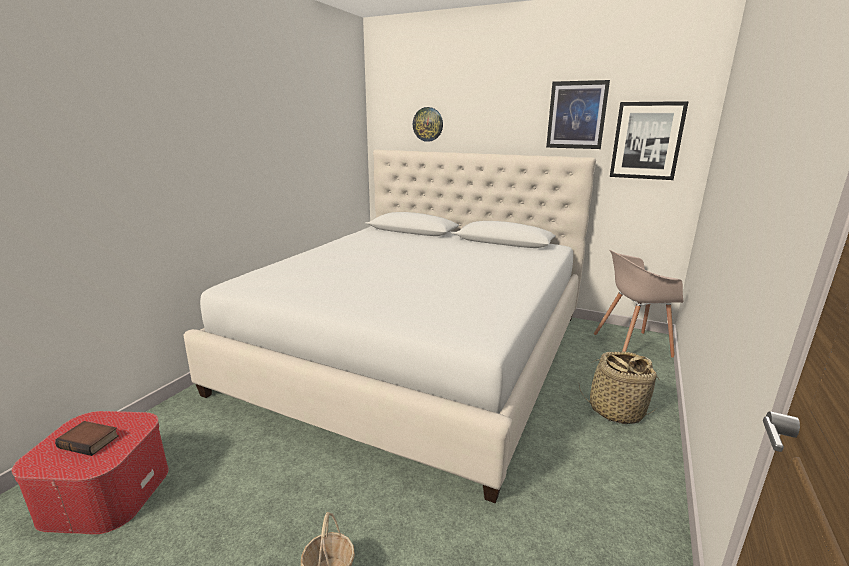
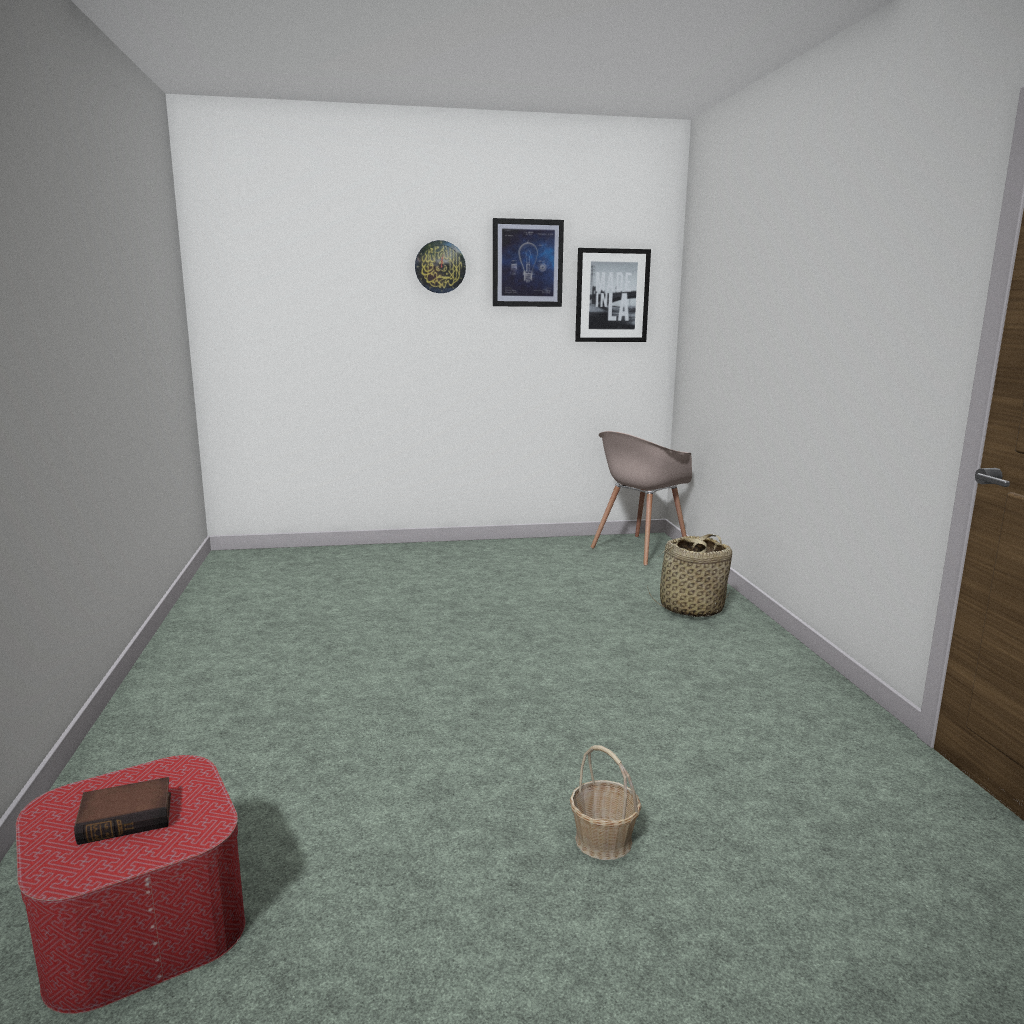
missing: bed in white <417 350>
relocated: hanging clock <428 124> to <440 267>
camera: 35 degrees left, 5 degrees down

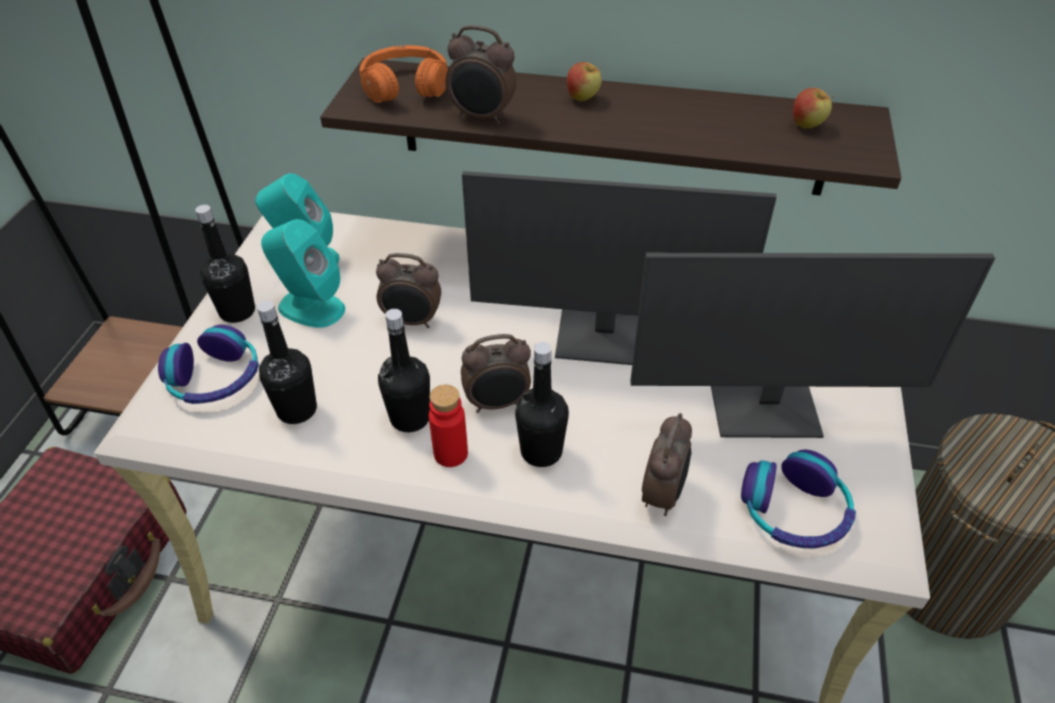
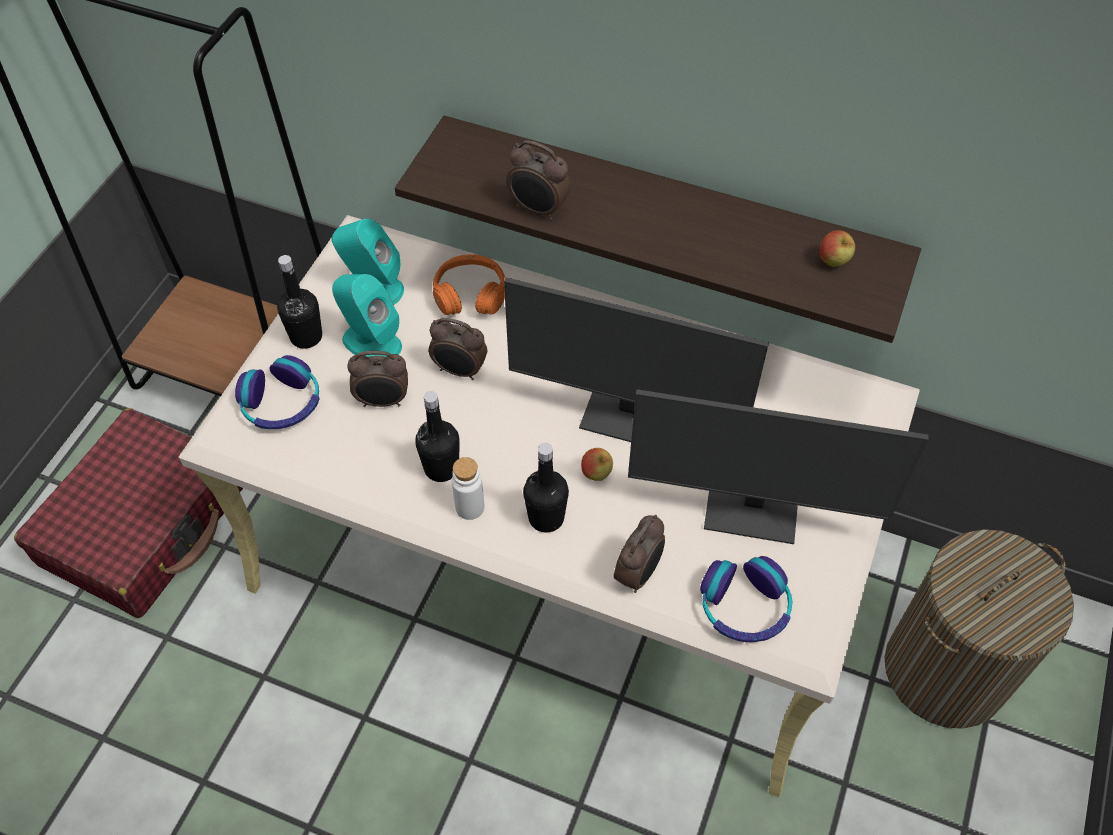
missing: drink bottle in black <297 410>
relocated: pair of headphones in orange <405 86> to <470 294>; table clock <497 404> to <383 401>; apple fruit <583 99> to <596 474>
colour: drink bottle in red <451 453> to drink bottle in white <470 507>
camera: 10 degrees right, 10 degrees up

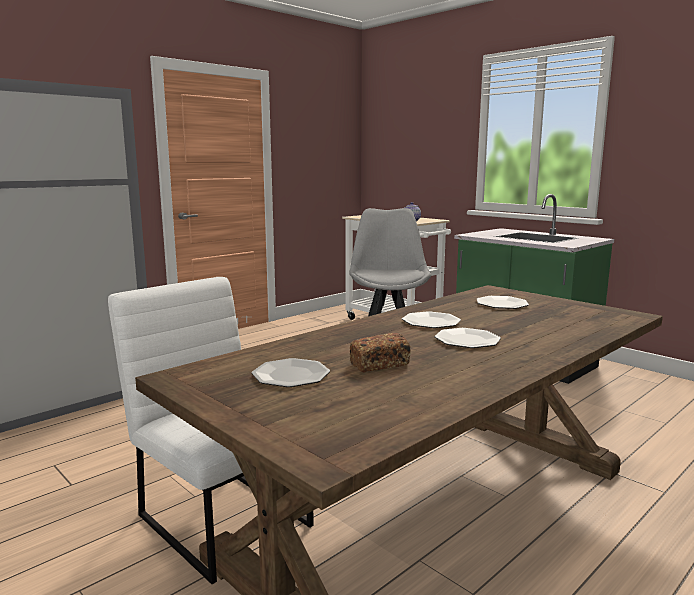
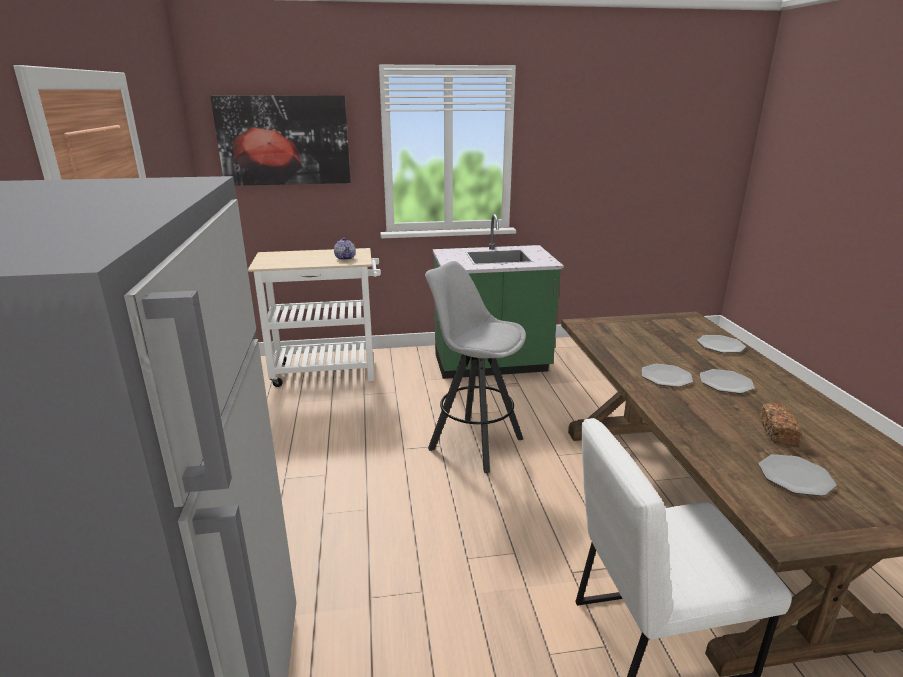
appeared: wall picture <284 140>
relocated: dinner plate <502 304> to <720 345>
camera: 55 degrees left, 10 degrees up

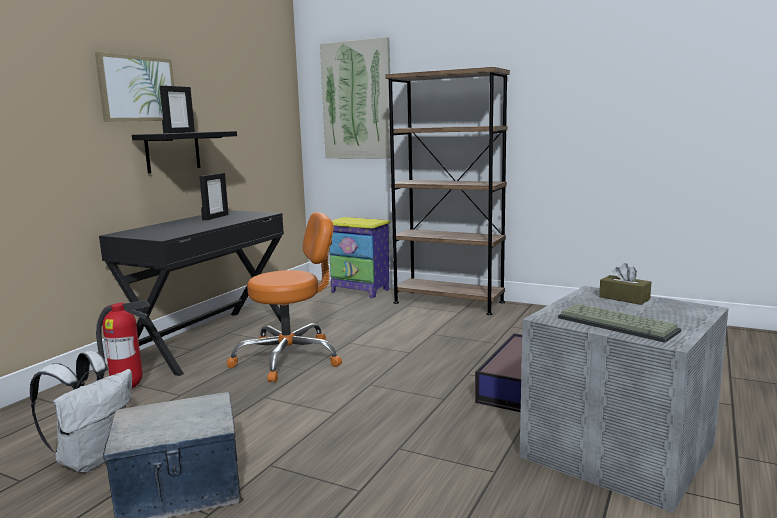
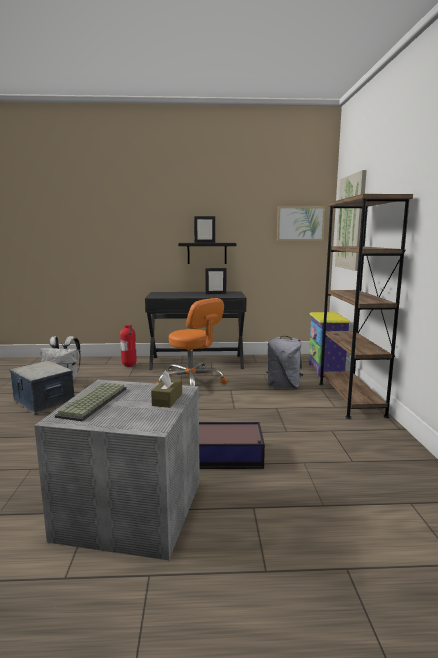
appeared: knapsack in grey <284 386>
relocated: wall picture <137 89> to <300 223>
camera: 60 degrees right, 0 degrees up

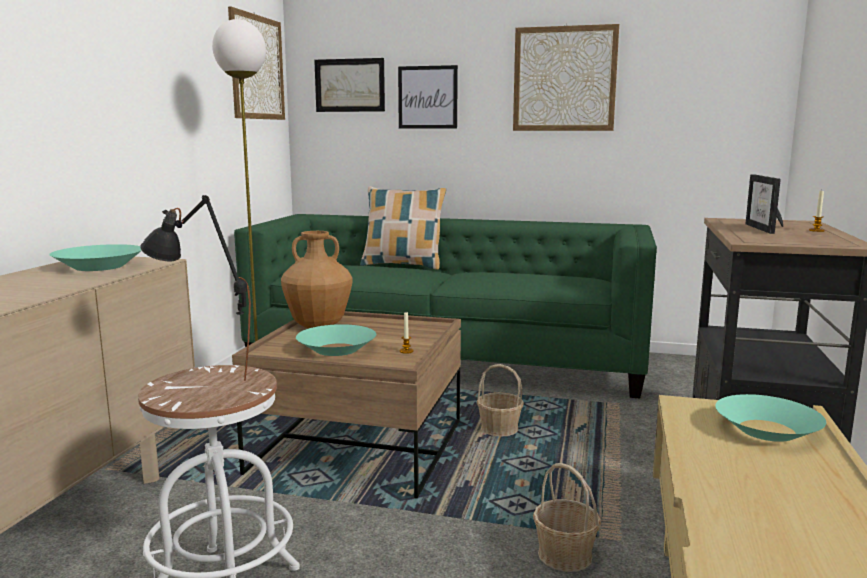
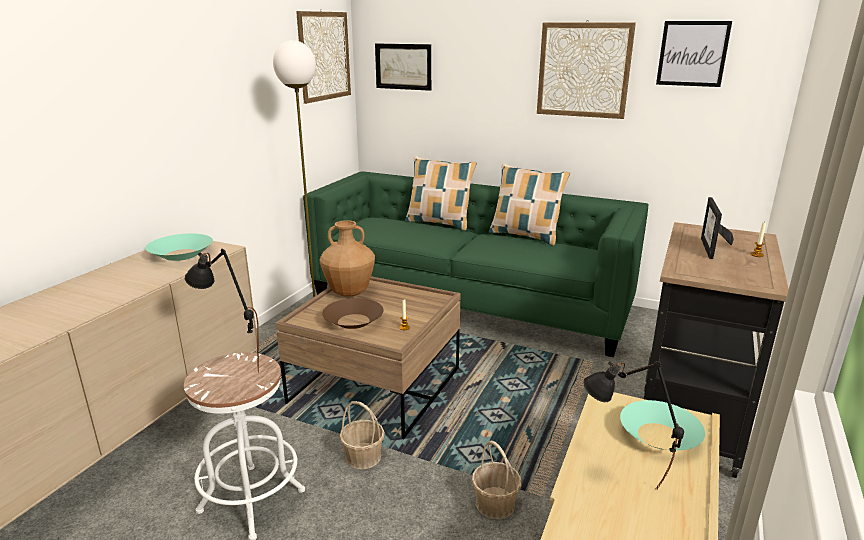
appeared: pillow <525 236>; lamp for a table in black <620 485>
relocated: wall picture <427 97> to <692 53>; storage basket <499 429> to <363 456>
colour: deep dish in blue-green <336 349> to deep dish in brown-coloured <353 321>
camera: 10 degrees right, 10 degrees up

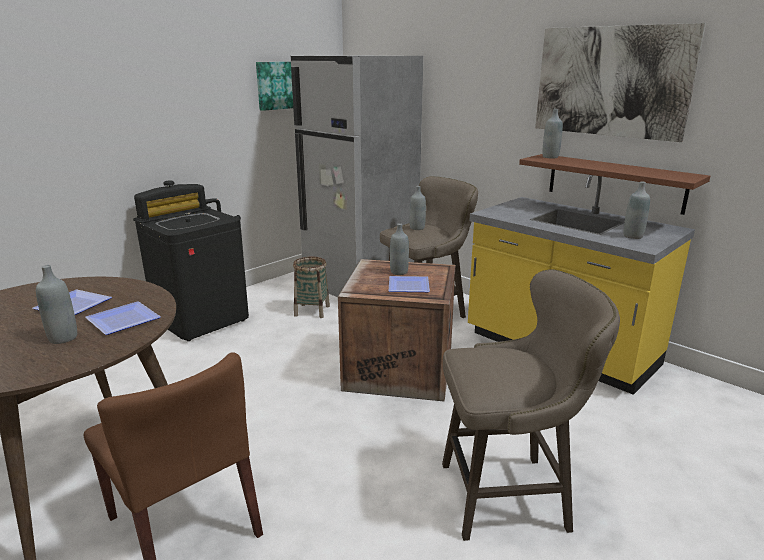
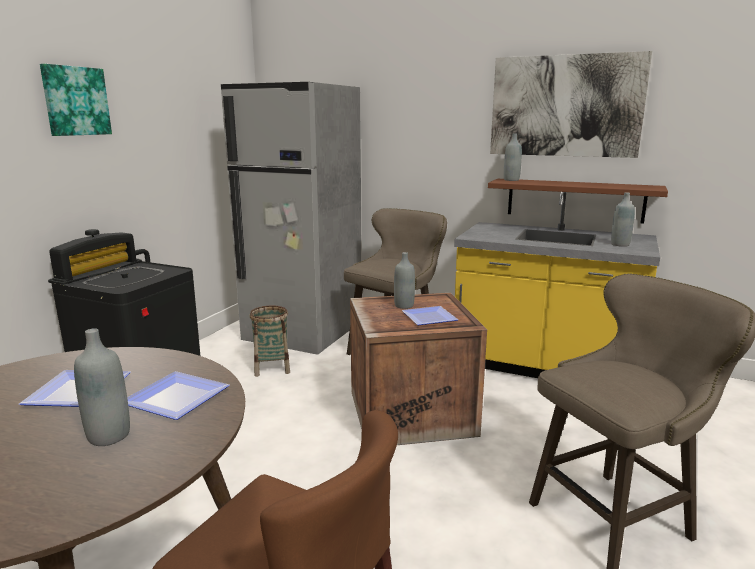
missing: drink bottle in grey <417 228>
relocated: wall picture <276 85> to <75 101>
camera: 20 degrees left, 5 degrees down

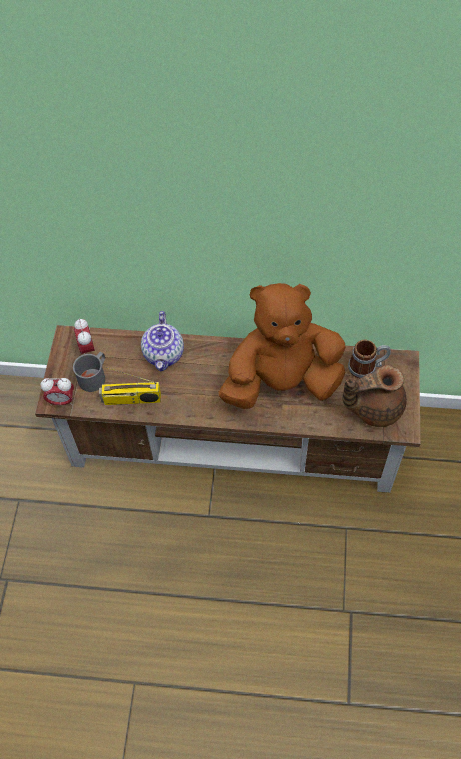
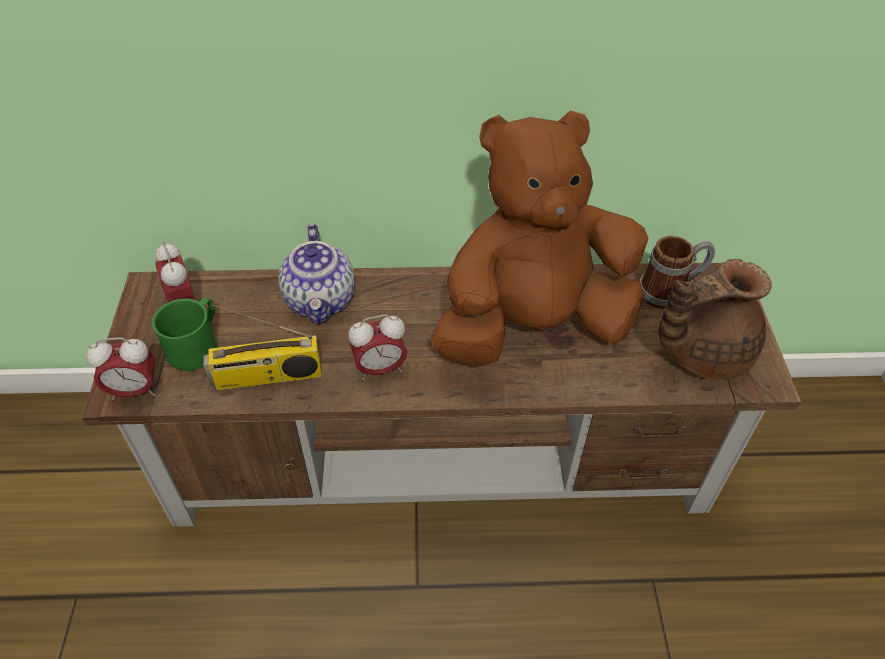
appeared: table clock <380 369>
colour: tea mug in grey <94 376> to tea mug in greenish <197 345>
camera: 10 degrees left, 10 degrees down

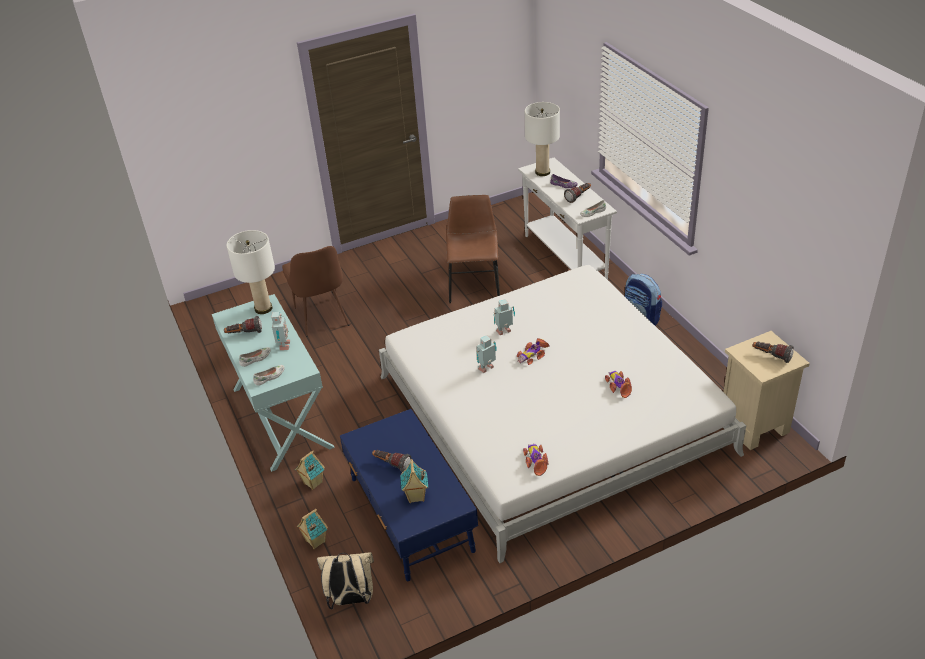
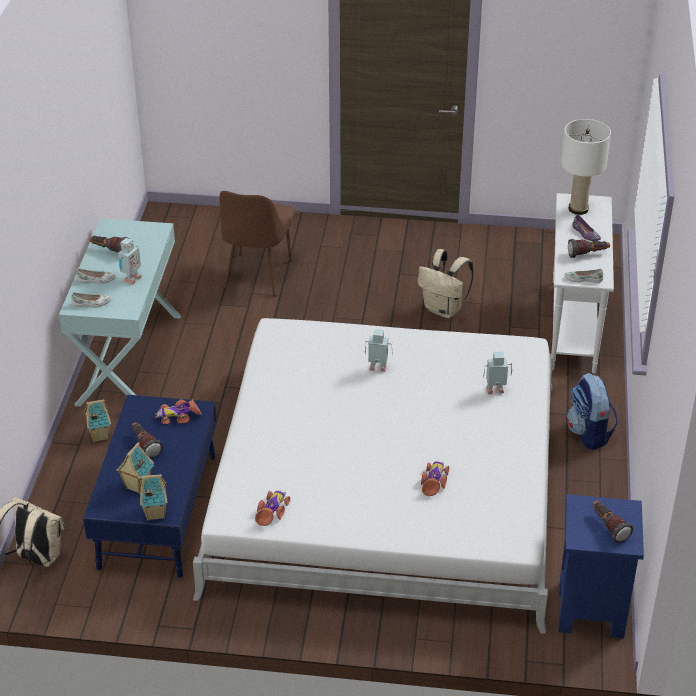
missing: lamp for a table in white <263 308>
relocated: toy house <315 541> to <154 513>; robot figure <487 368> to <496 391>; model car <532 355> to <178 416>
exchanged: upright chair in brown-coloured <474 283> to knapsack in beige-coloured <444 309>
colour: nightstand in beige-coloured <752 425> to nightstand in bluish <590 609>
camera: 30 degrees right, 0 degrees up

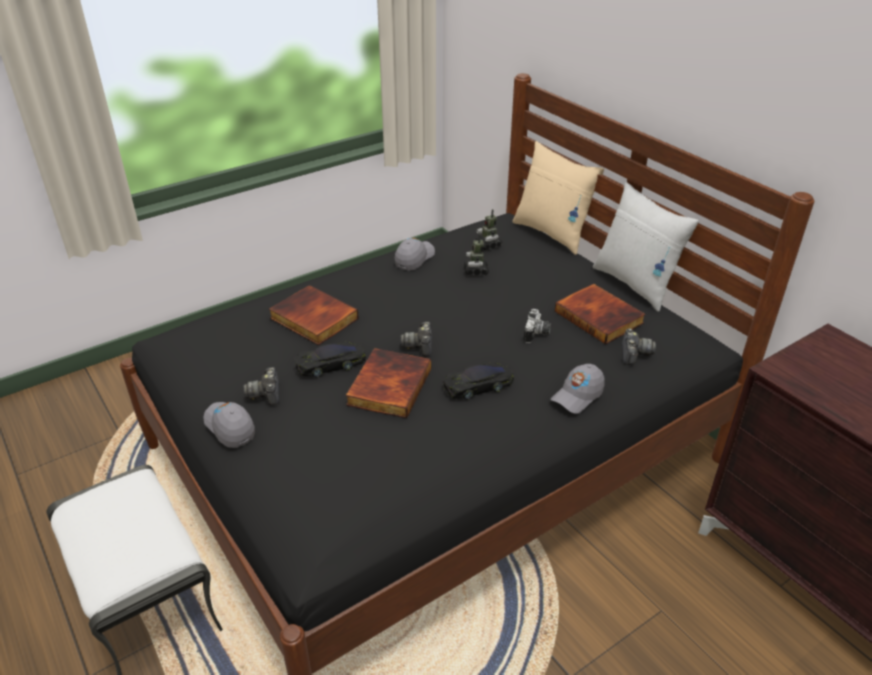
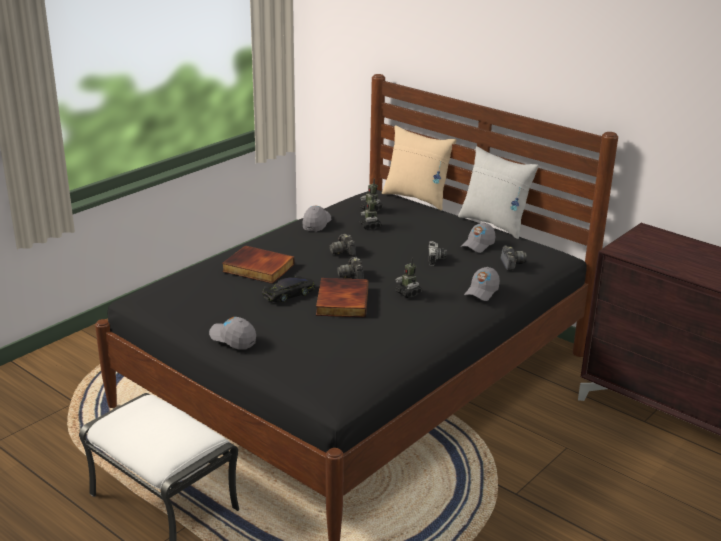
relocated: still camera <266 394> to <343 252>
exchanged: model car in black <478 385> to robot figure <408 293>; book <600 317> to baseball cap in grey <478 245>
camera: 15 degrees left, 10 degrees down

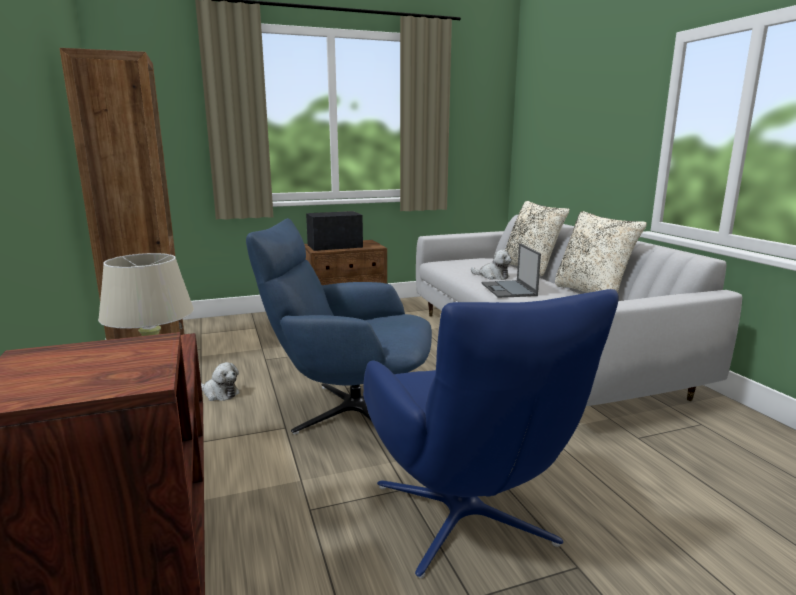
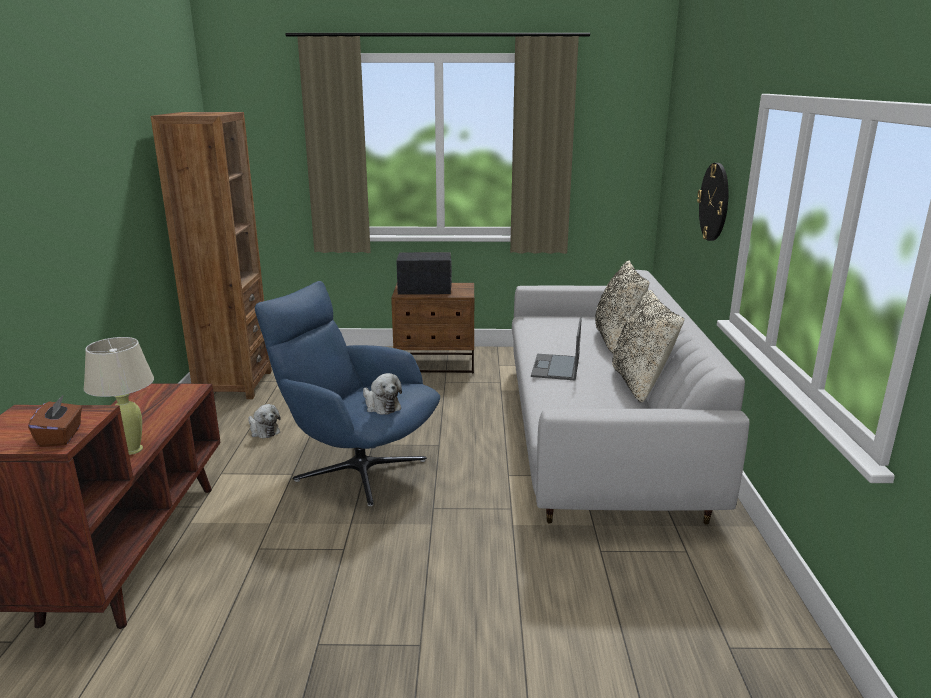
missing: armchair in bluish <464 517>
appeared: box of tissues in brown-coloured <61 436>; hanging clock <714 202>
relocated: cuddly toy <493 276> to <381 406>
camera: 20 degrees right, 5 degrees up

